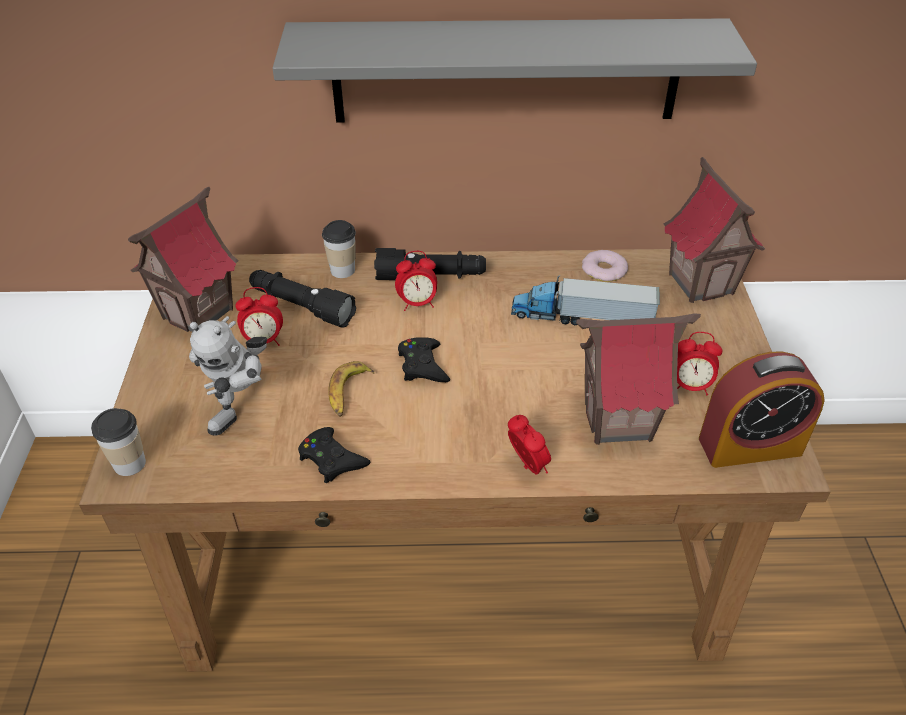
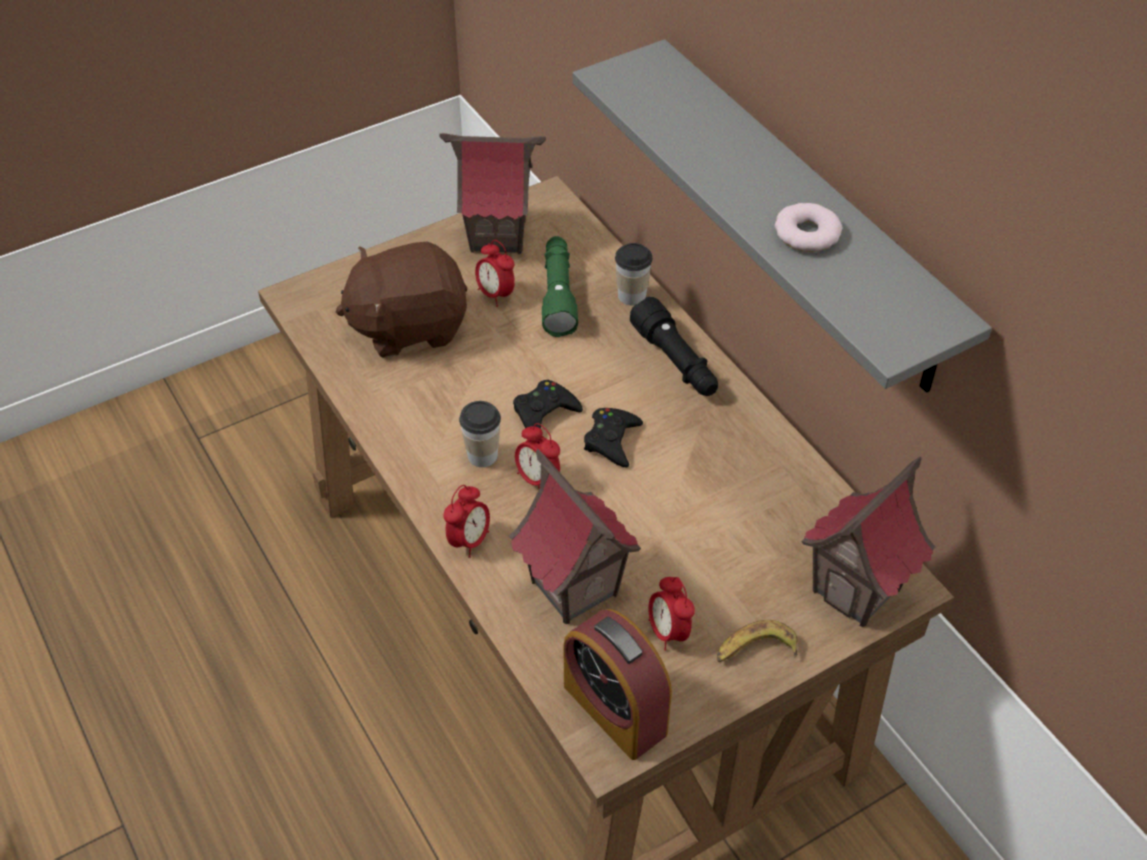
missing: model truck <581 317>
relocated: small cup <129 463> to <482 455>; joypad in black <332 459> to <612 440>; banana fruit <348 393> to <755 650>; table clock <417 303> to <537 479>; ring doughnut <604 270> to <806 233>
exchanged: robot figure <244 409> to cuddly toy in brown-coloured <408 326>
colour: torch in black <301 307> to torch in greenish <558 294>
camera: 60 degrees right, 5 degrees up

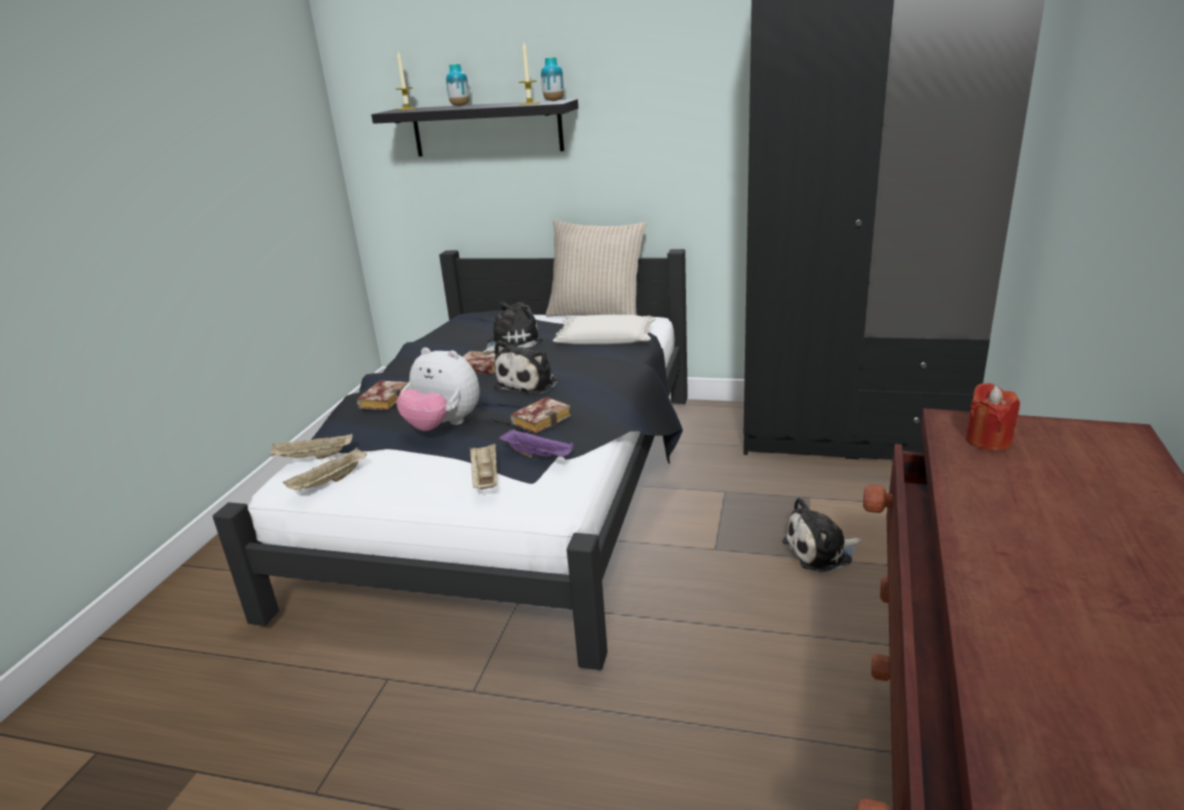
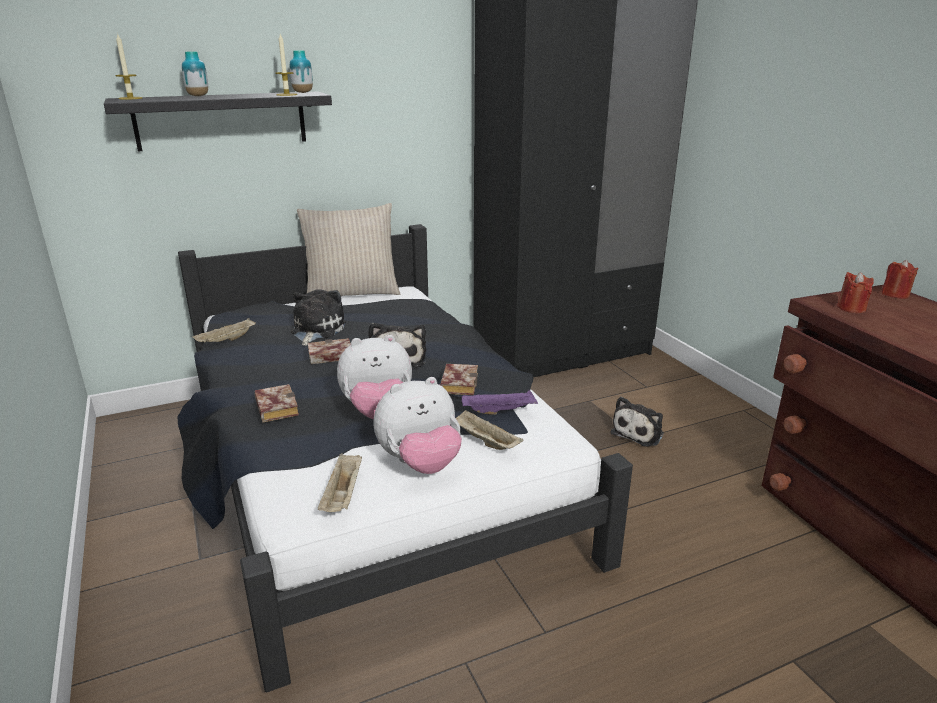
missing: pillow in white <605 337>
appeared: cuddly toy <420 463>; candle in red <895 294>
relocated: serving tray in beige-coloured <313 458> to <226 341>
camera: 40 degrees left, 0 degrees up

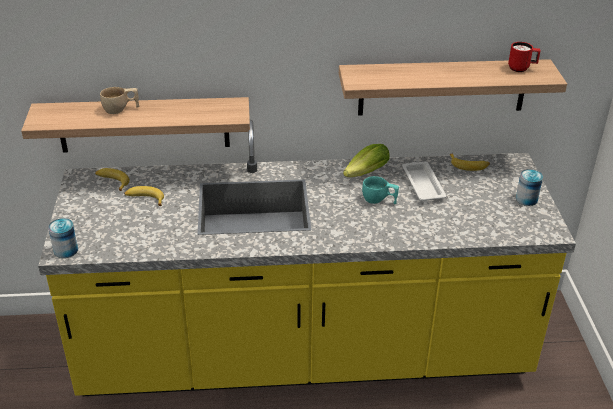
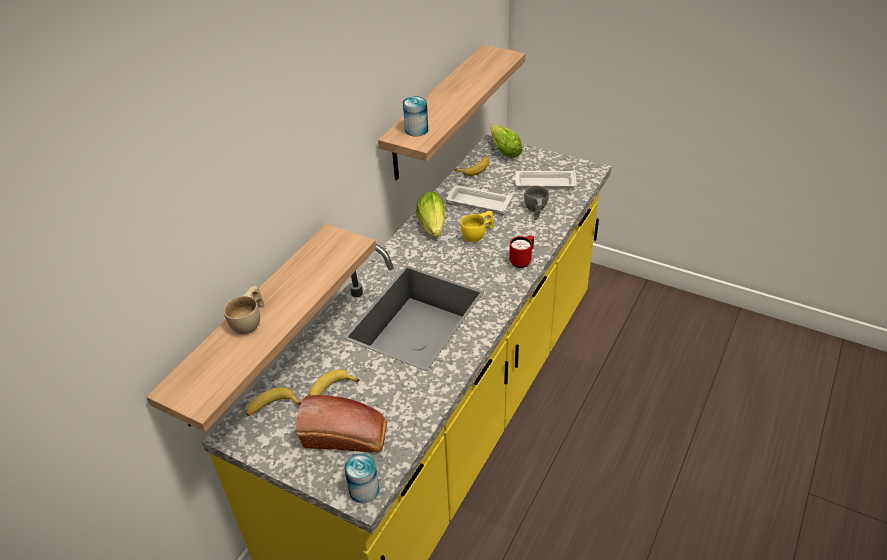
appeared: bakery bread <347 436>; lettuce head <503 149>; serving tray in white <543 183>; small cup in grey <535 211>
relocated: tea mug in red <522 68> to <522 260>; can <526 199> to <416 130>
colour: small cup in blue-green <379 200> to small cup in yellow <478 235>
camera: 55 degrees left, 5 degrees up

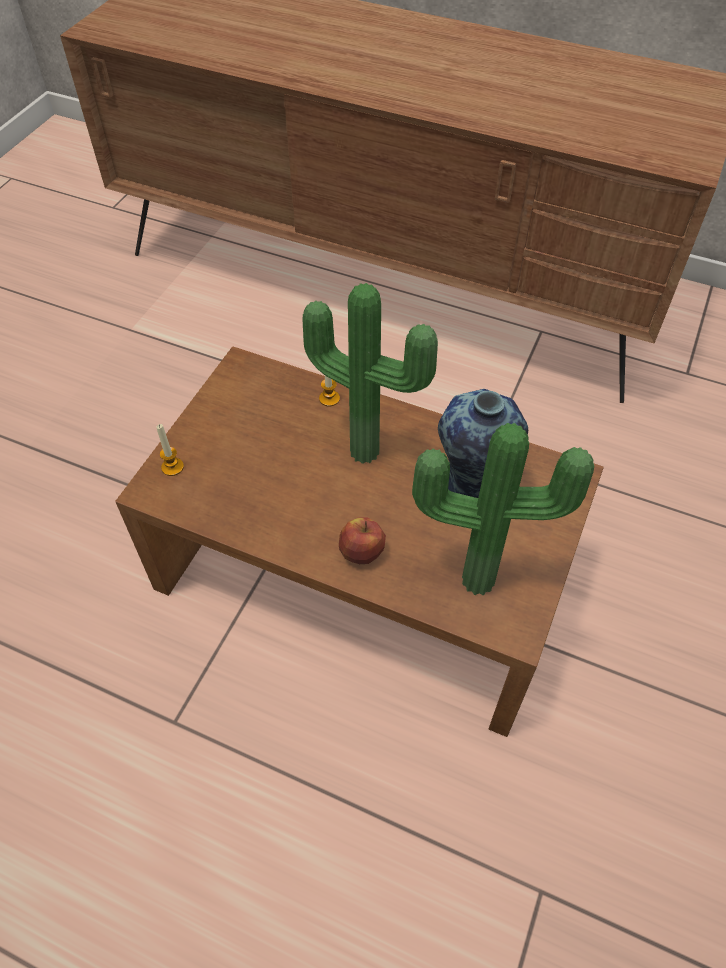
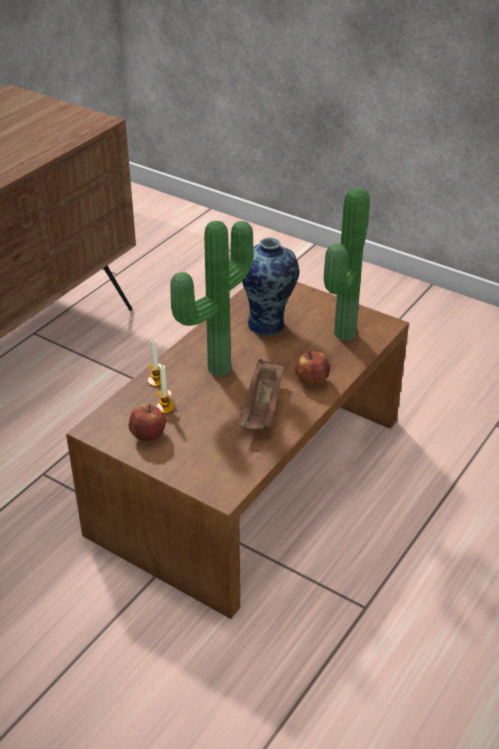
appeared: apple fruit <147 435>; serving tray in brown-coloured <262 409>
relocated: candle <172 467> to <165 407>
camera: 80 degrees left, 15 degrees down

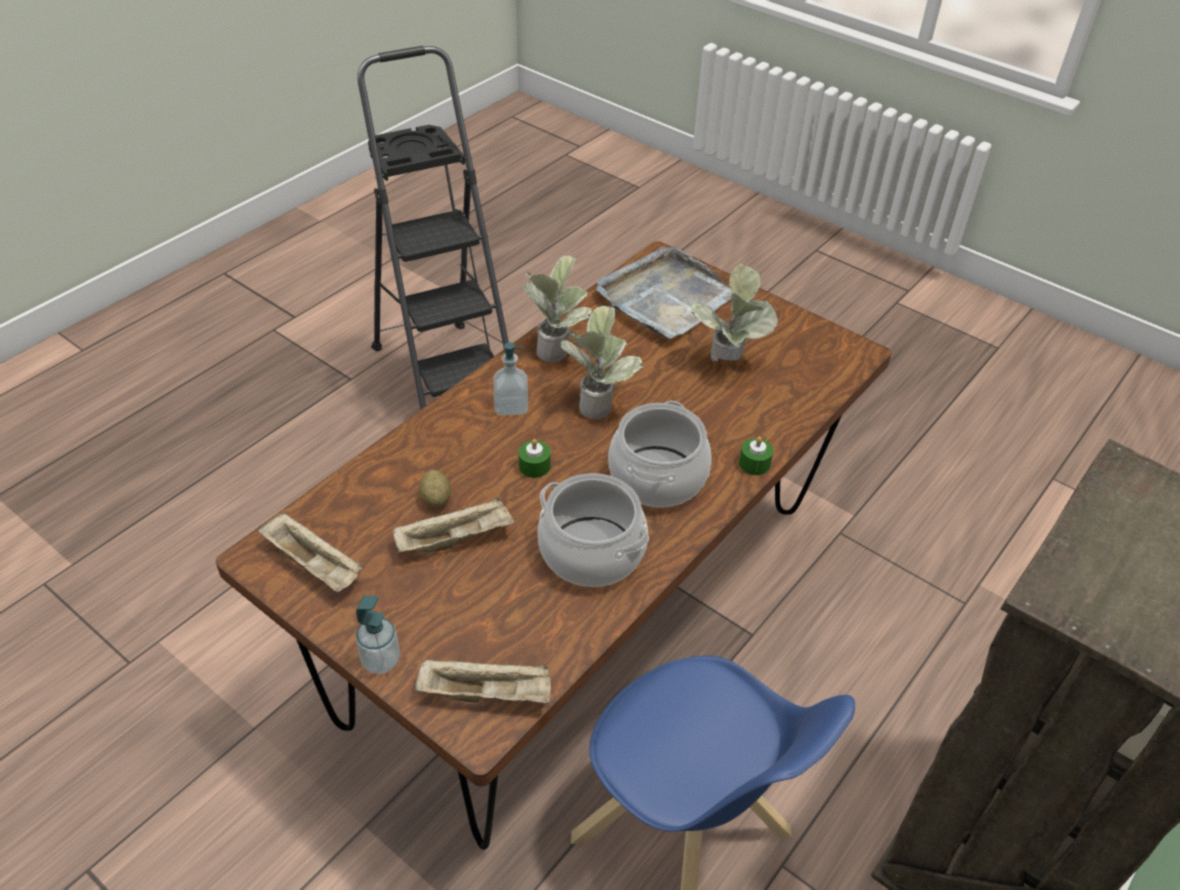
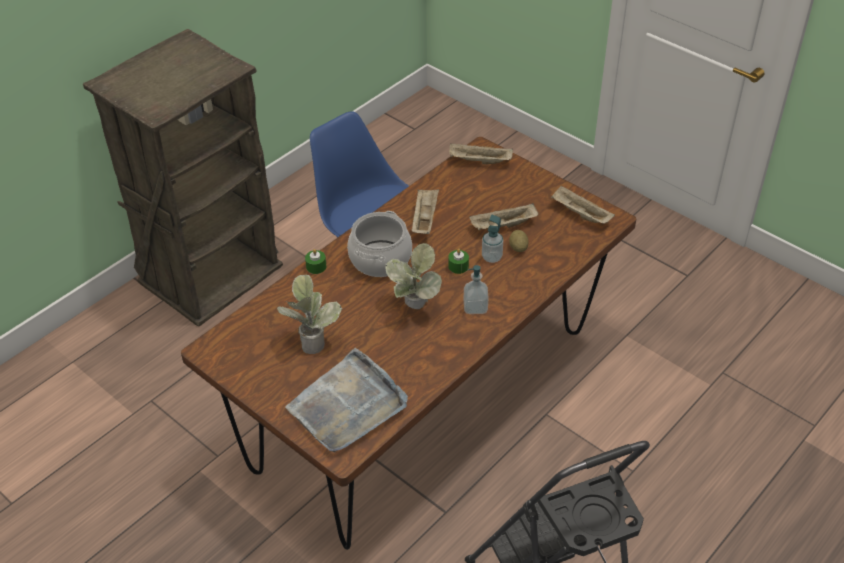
missing: plant in a pot <557 348>
relocated: liquid soap bottle <381 661> to <491 257>
exchanged: stockpot <592 551> to serving tray in beige-coloured <424 219>
camera: 175 degrees left, 0 degrees up

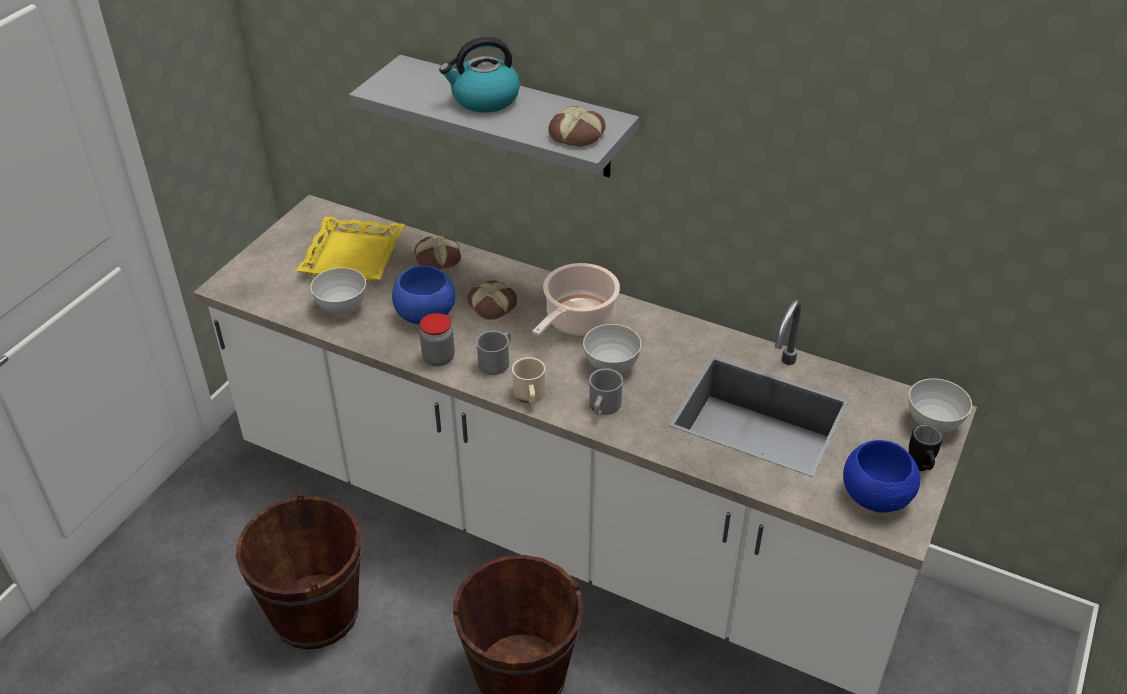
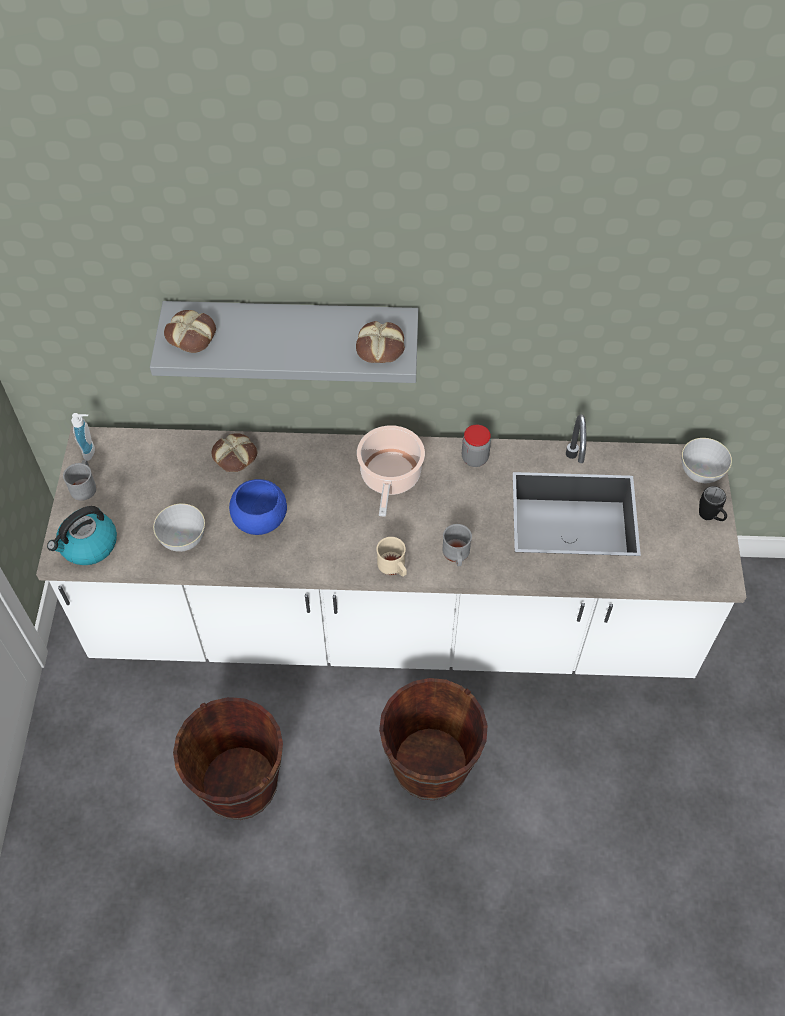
missing: serving tray in yellow <352 256>; deep dish in grey <611 366>; deep dish in bluish <874 496>
appeared: liquid soap bottle <91 451>
relocated: jar <438 358> to <474 458>; kettle <484 99> to <88 545>; bakery bread <493 305> to <192 335>; tea mug in grey <496 361> to <84 485>
camera: 25 degrees left, 15 degrees up

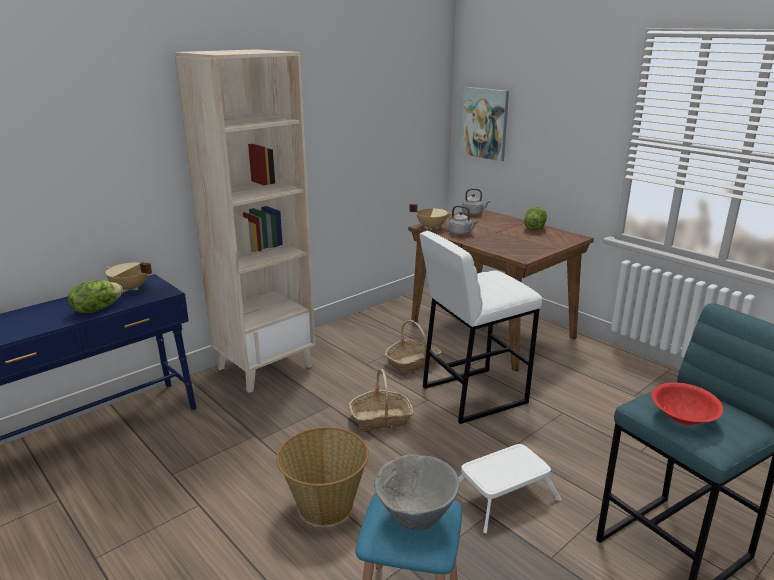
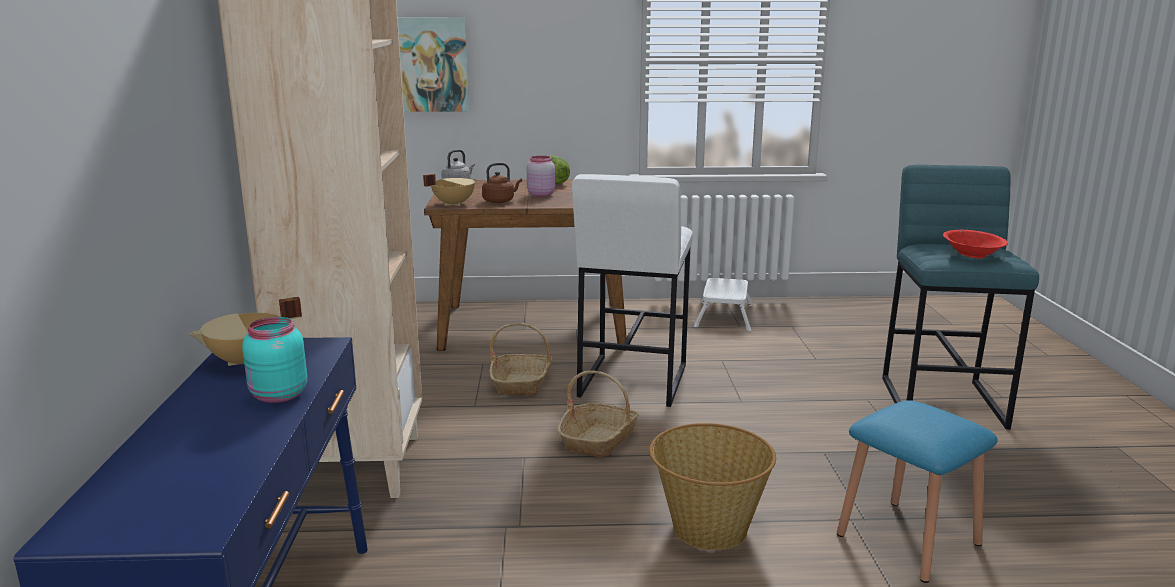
missing: deep dish in grey <416 519>
appeared: jar in pinkish <541 194>
relocated: step ladder in white <503 495> to <724 315>
exchanged: lettuce head <96 309> to jar in blue-green <277 396>
colour: kettle in grey <461 233> to kettle in brown-coloured <500 201>
camera: 50 degrees left, 5 degrees down

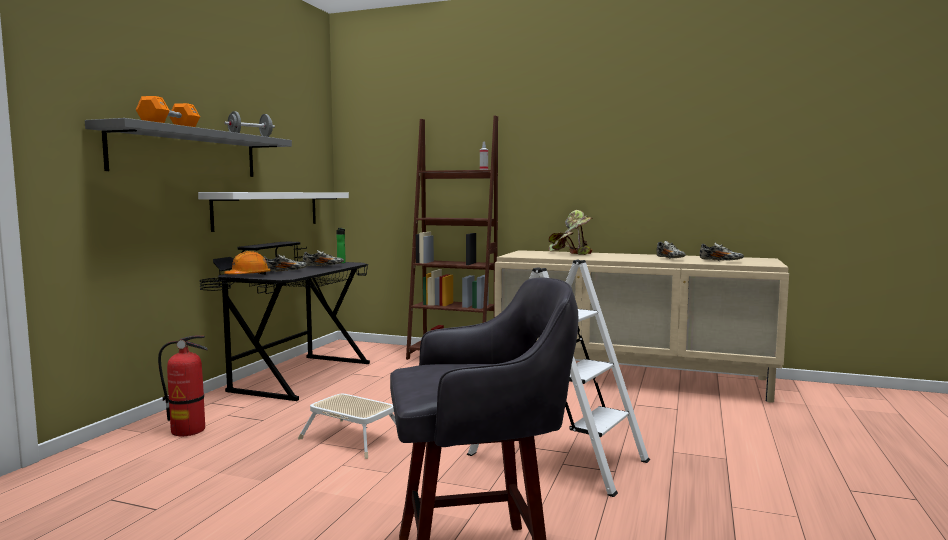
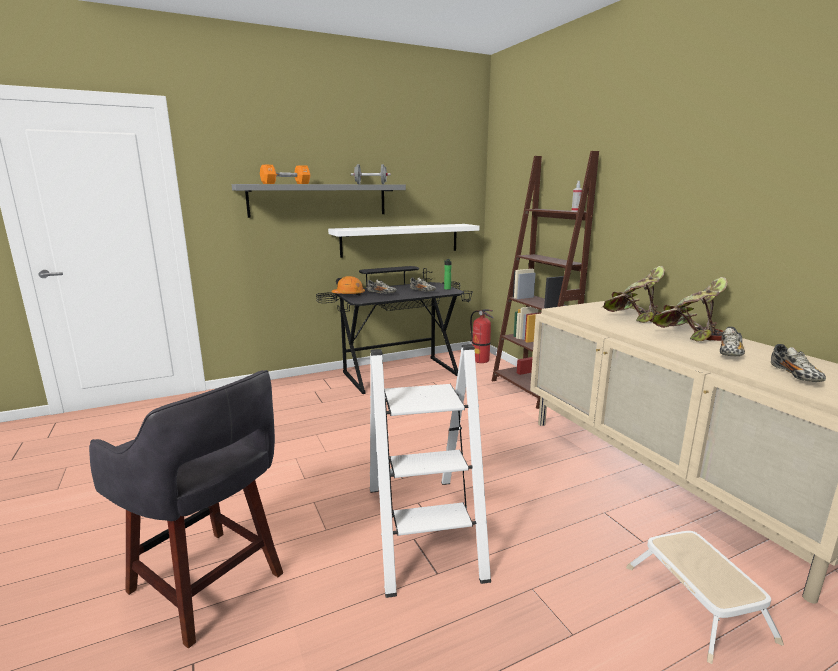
appeared: plant in a pot <686 335>
relocated: fire-fighting cylinder <188 431> to <480 360>; step ladder in beige-coloured <352 438> to <696 602>
camera: 45 degrees right, 10 degrees up

